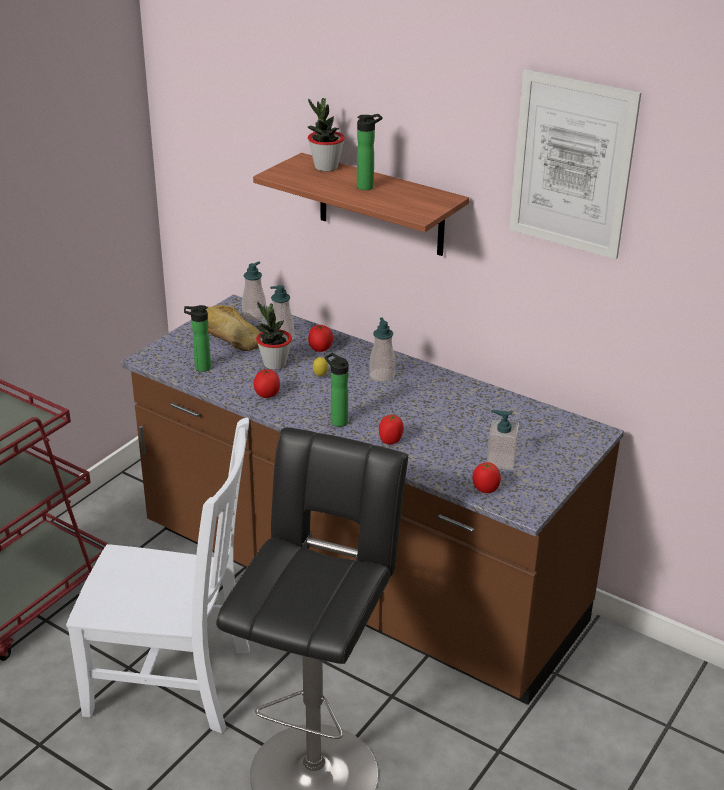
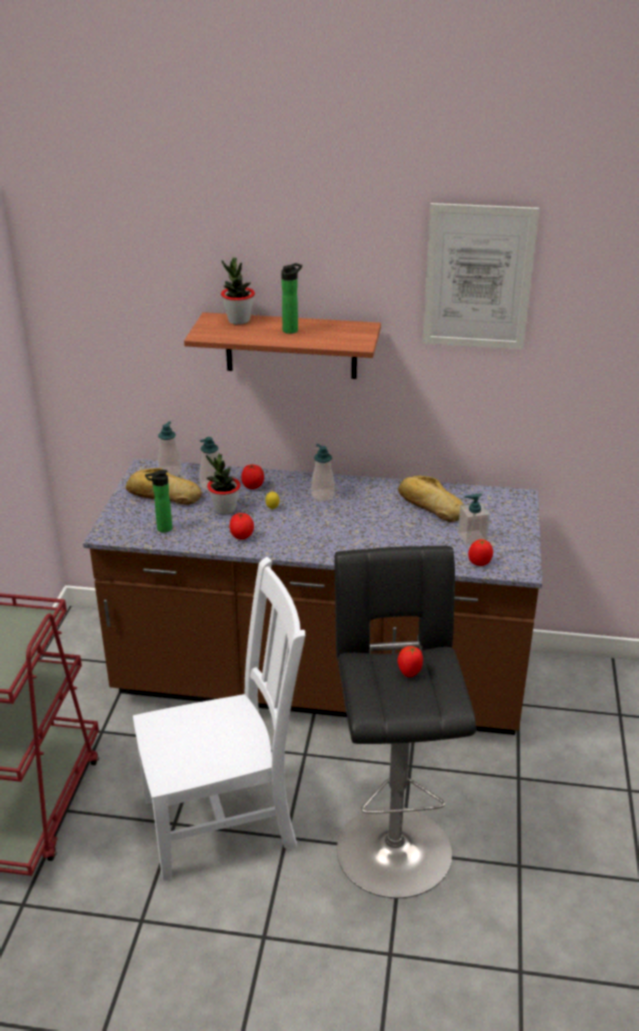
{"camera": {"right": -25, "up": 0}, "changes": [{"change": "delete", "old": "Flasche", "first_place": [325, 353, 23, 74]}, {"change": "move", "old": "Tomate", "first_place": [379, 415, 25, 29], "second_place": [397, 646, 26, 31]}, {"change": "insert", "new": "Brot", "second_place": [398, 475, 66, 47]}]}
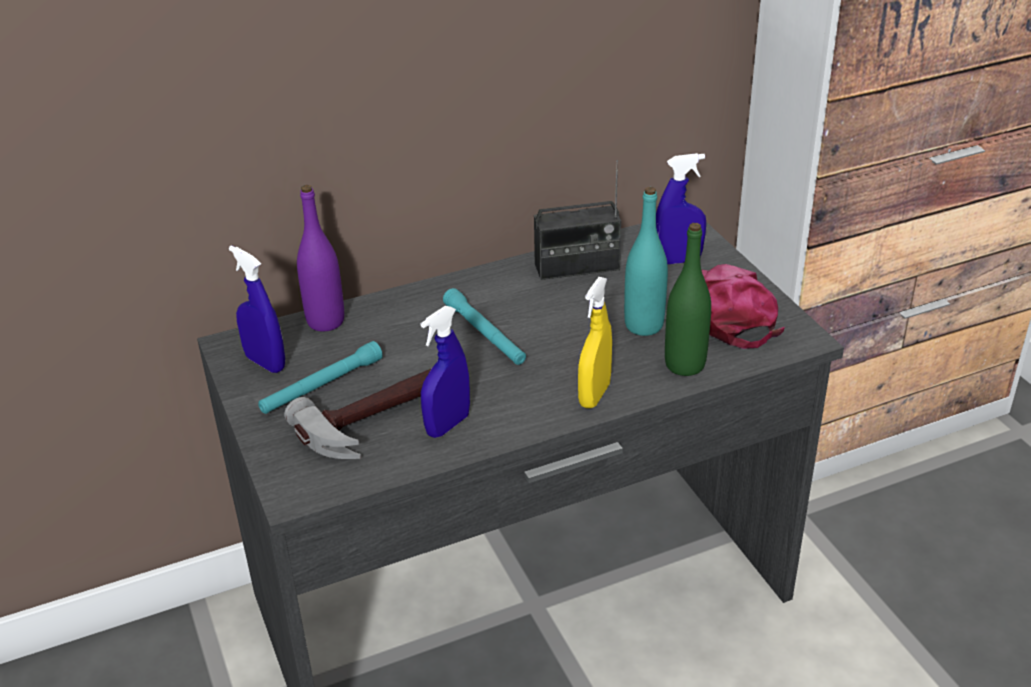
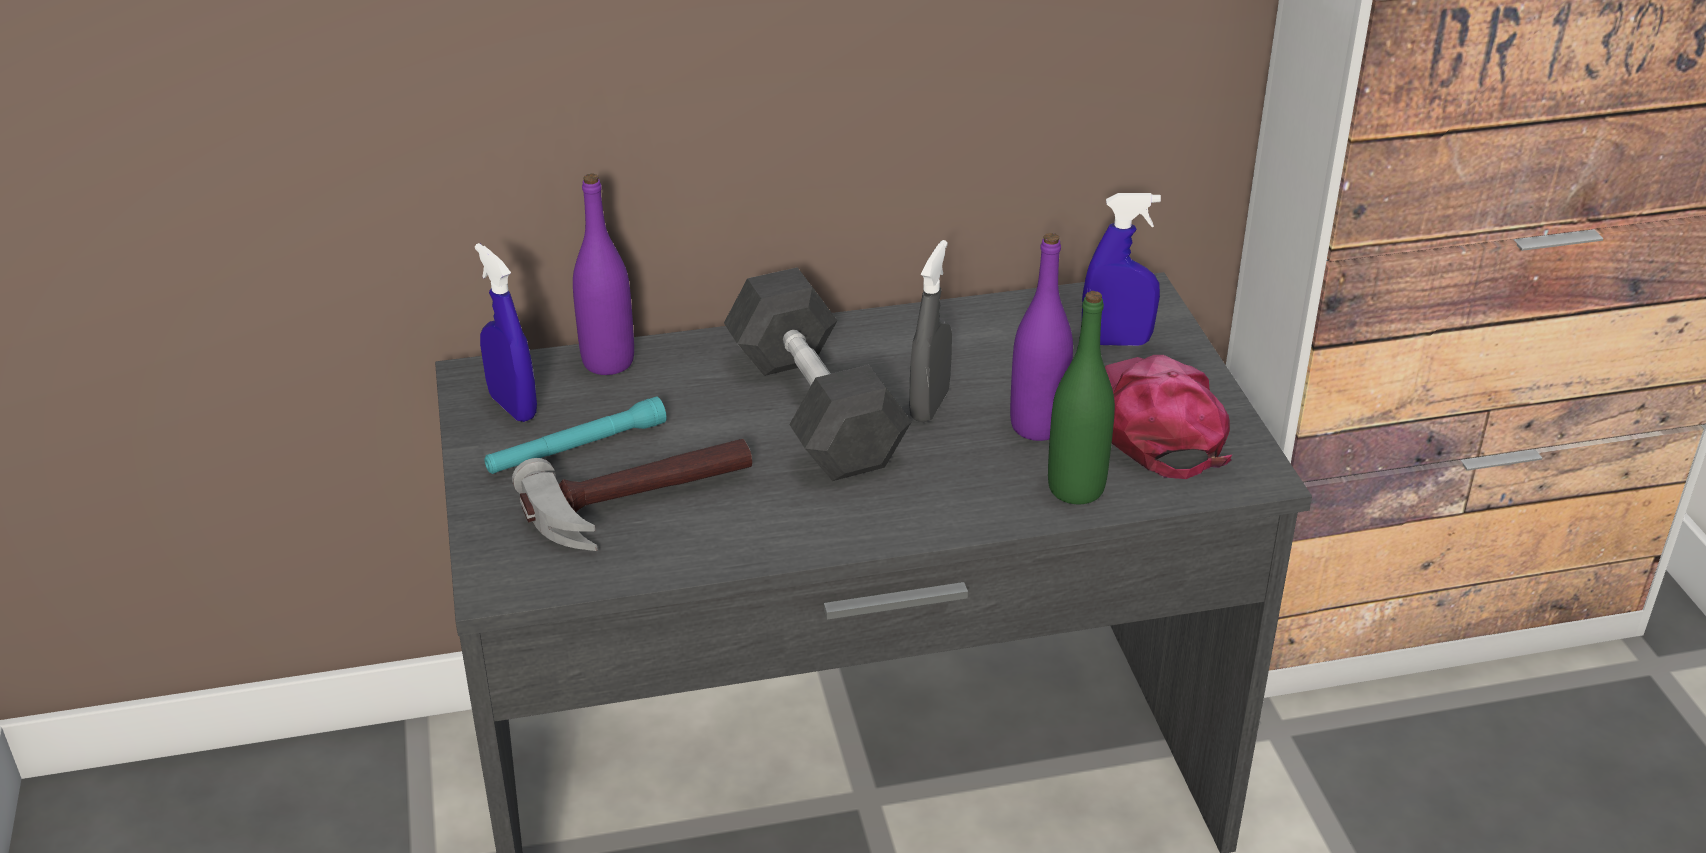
{"camera": {"right": 10, "up": 0}, "changes": [{"change": "delete", "old": "Radio", "first_place": [534, 160, 87, 120]}, {"change": "recolor", "old": "Flasche/türkis", "new": "Flasche/lila", "first_place": [624, 187, 44, 149], "second_place": [1010, 233, 63, 208]}, {"change": "delete", "old": "Sprühflasche/gelb", "first_place": [578, 277, 34, 131]}, {"change": "replace", "old": "Taschenlampe/türkis", "new": "Hantel/grau", "first_place": [443, 288, 83, 77], "second_place": [724, 267, 188, 214]}, {"change": "delete", "old": "Sprühflasche/blau", "first_place": [420, 306, 50, 132]}, {"change": "insert", "new": "Sprühflasche/grau", "second_place": [909, 240, 43, 183]}]}
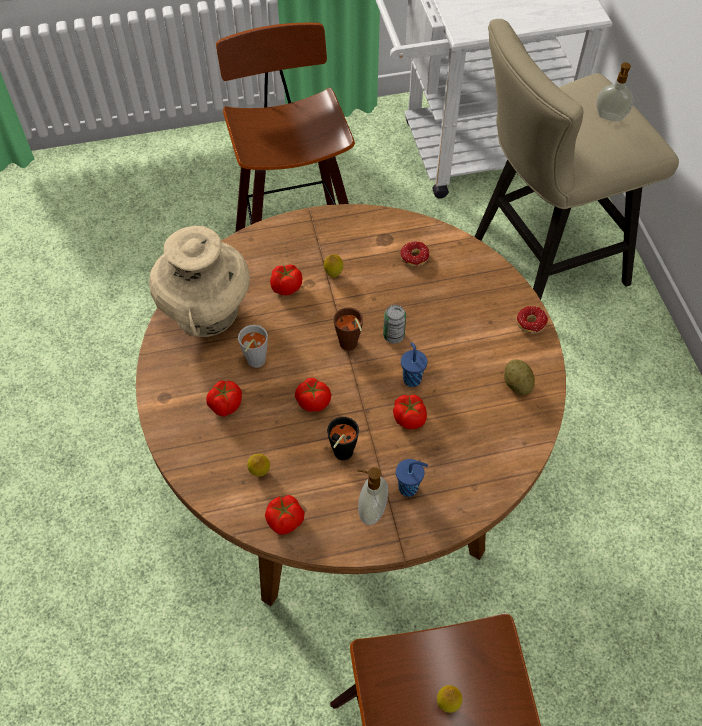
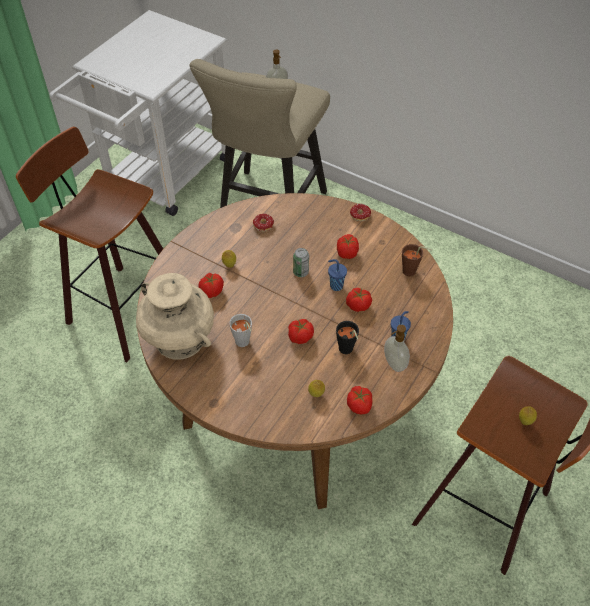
{"camera": {"right": -45, "up": -5}, "changes": [{"change": "move", "old": "Tasse/braun", "first_place": [334, 307, 29, 43], "second_place": [402, 244, 30, 32]}, {"change": "delete", "old": "Kartoffel", "first_place": [504, 360, 31, 35]}, {"change": "move", "old": "Tomate", "first_place": [206, 380, 36, 37], "second_place": [337, 234, 22, 25]}]}
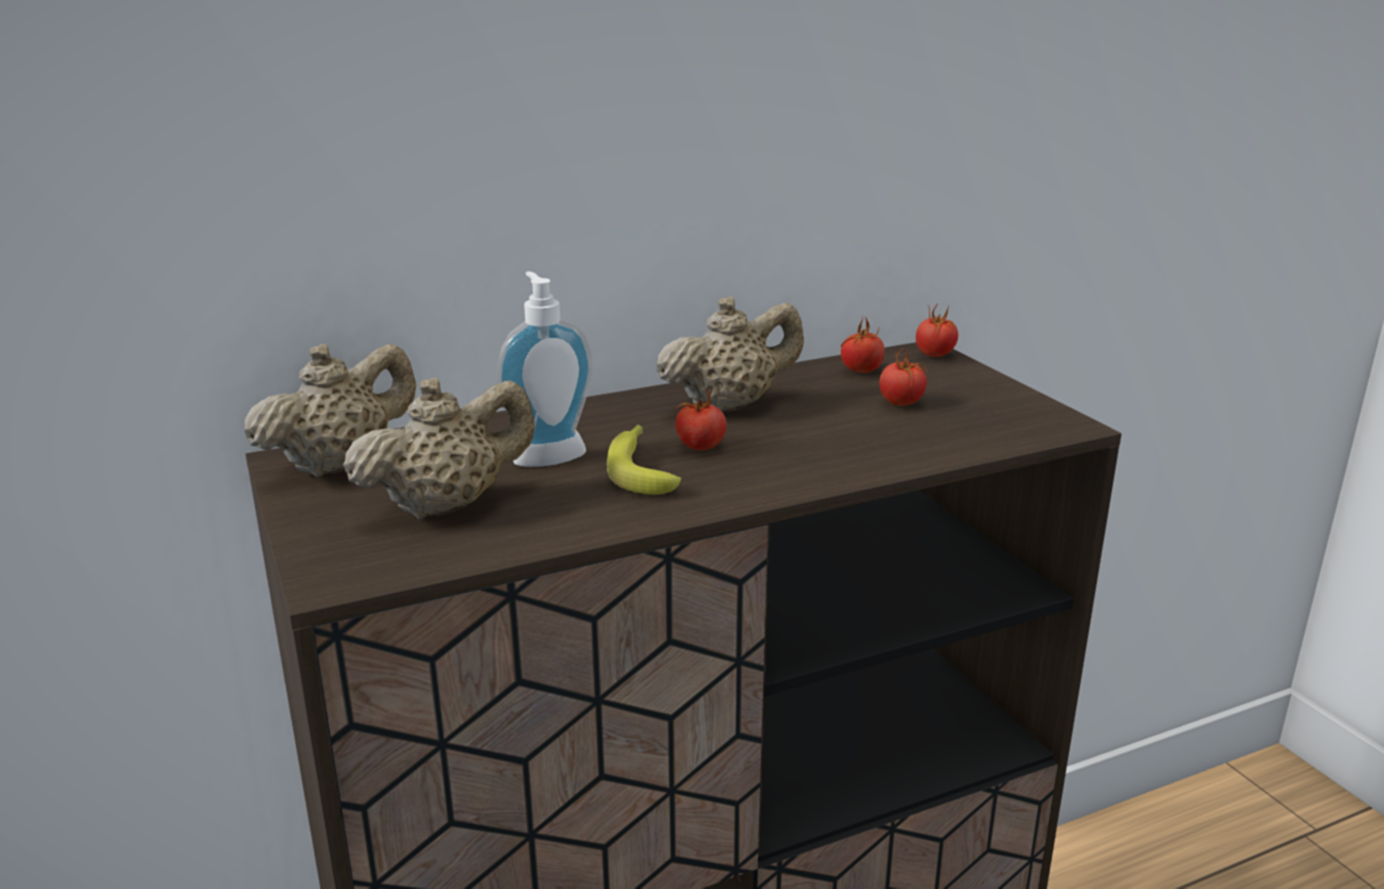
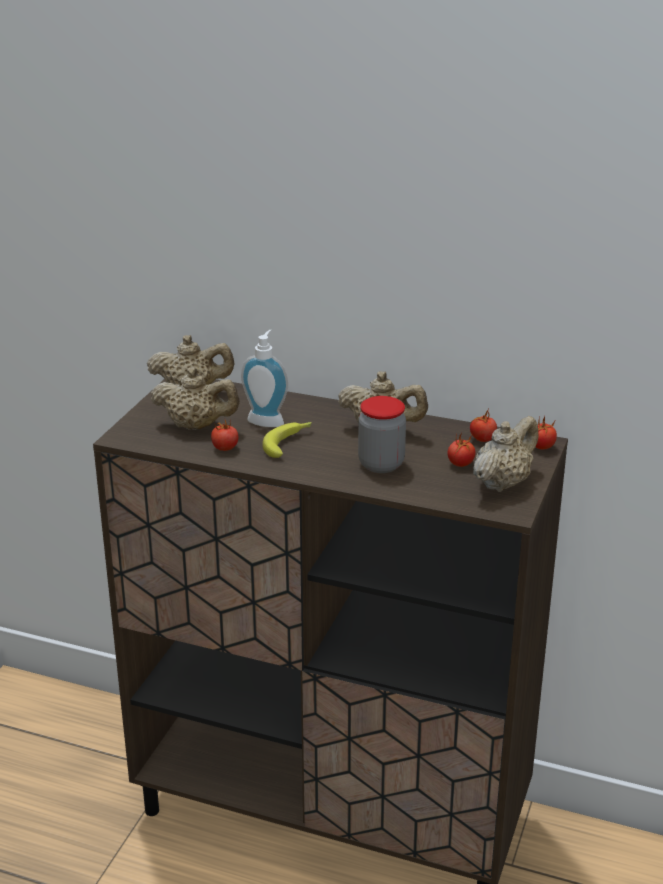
{"camera": {"right": 45, "up": 5}, "changes": [{"change": "move", "old": "Tomate", "first_place": [676, 387, 50, 63], "second_place": [211, 420, 28, 31]}, {"change": "insert", "new": "Vorratsglas", "second_place": [358, 396, 48, 77]}, {"change": "insert", "new": "Teekanne/beige", "second_place": [473, 416, 65, 76]}]}
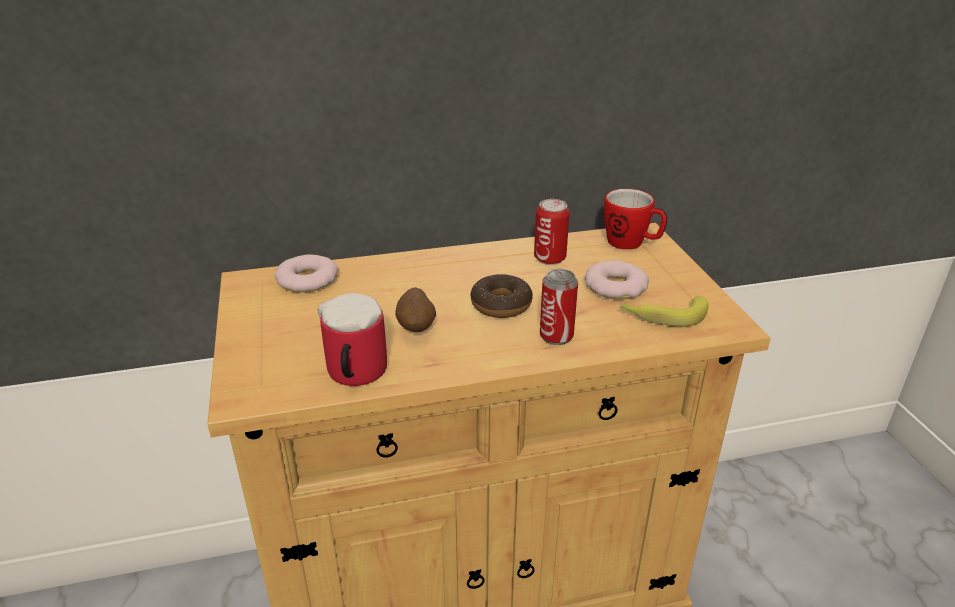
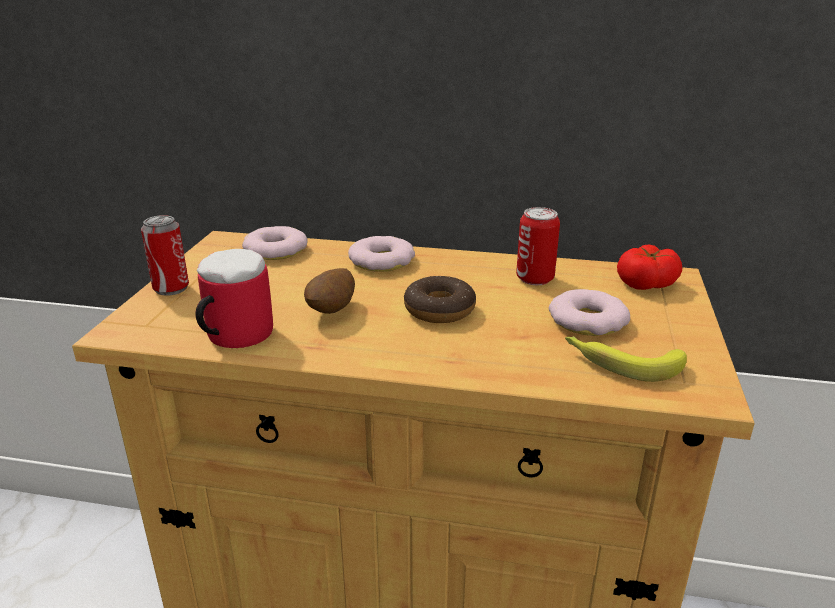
{"camera": {"right": 25, "up": -5}, "changes": [{"change": "replace", "old": "Henkelbecher", "new": "Tomate", "first_place": [604, 189, 63, 61], "second_place": [617, 244, 65, 46]}, {"change": "move", "old": "Dose", "first_place": [540, 269, 38, 76], "second_place": [141, 215, 48, 81]}, {"change": "insert", "new": "Donut", "second_place": [348, 236, 67, 36]}]}
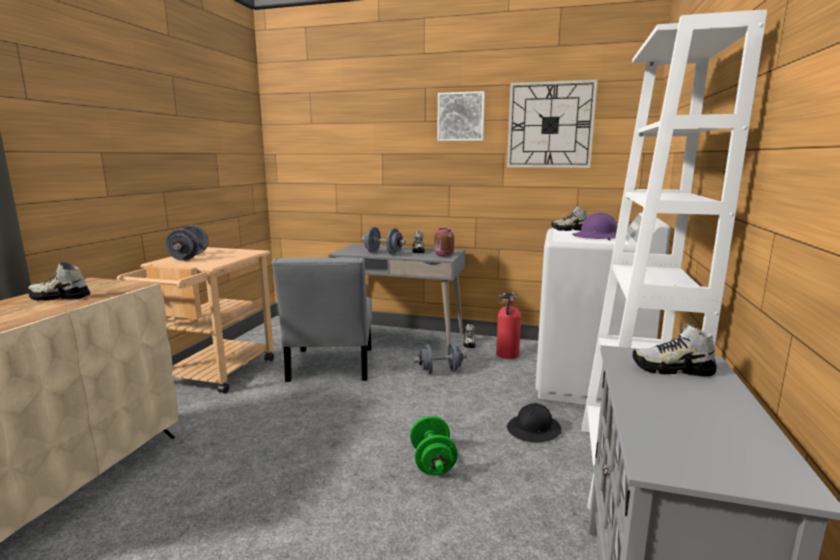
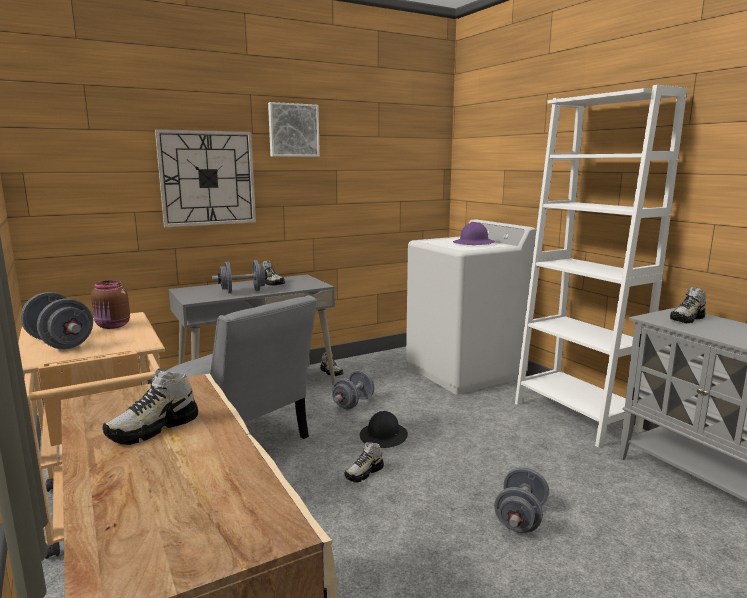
{"camera": {"right": -45, "up": 0}, "changes": [{"change": "move", "old": "Wanduhr", "first_place": [507, 79, 91, 89], "second_place": [155, 129, 101, 98]}, {"change": "move", "old": "Schuh", "first_place": [551, 206, 37, 25], "second_place": [344, 442, 40, 41]}, {"change": "move", "old": "Vorratsglas/braun", "first_place": [434, 228, 20, 29], "second_place": [91, 280, 39, 49]}, {"change": "delete", "old": "Feuerlöscher", "first_place": [496, 293, 25, 66]}, {"change": "move", "old": "Schutzhelm/schwarz", "first_place": [507, 403, 54, 39], "second_place": [360, 411, 48, 37]}, {"change": "delete", "old": "Hantel/grün", "first_place": [410, 416, 48, 59]}, {"change": "insert", "new": "Hantel/grau", "second_place": [494, 467, 55, 66]}]}
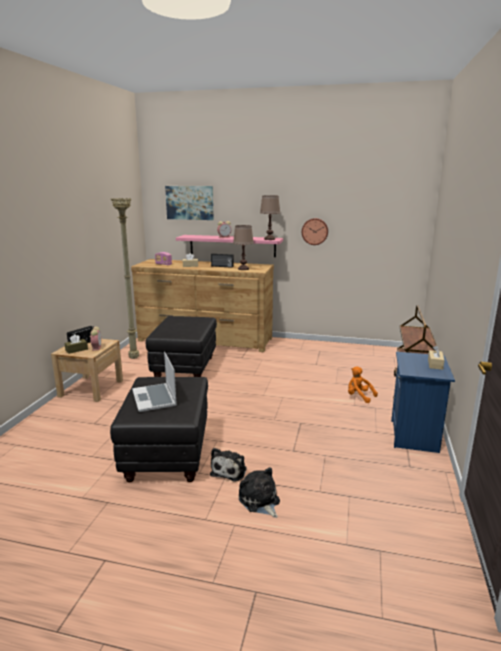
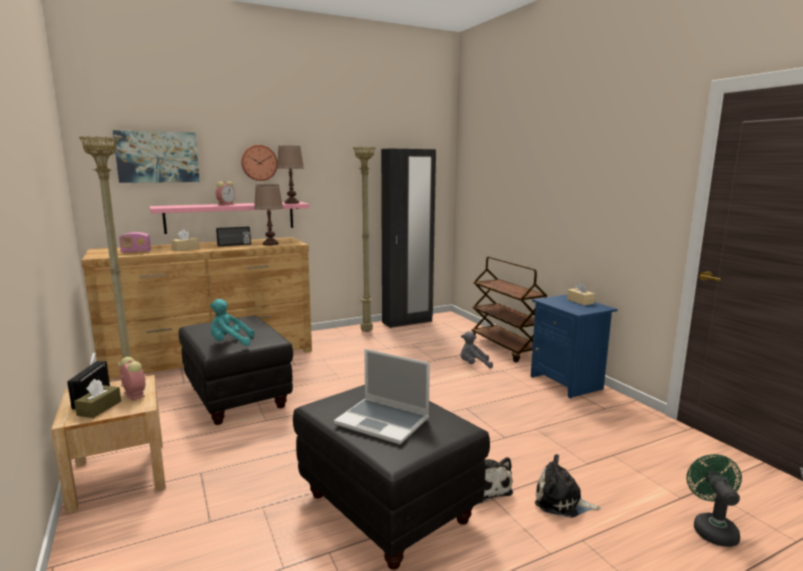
{"camera": {"right": -40, "up": -5}, "changes": [{"change": "move", "old": "Wanduhr", "first_place": [302, 218, 26, 27], "second_place": [241, 145, 36, 36]}, {"change": "recolor", "old": "Plüschtier/orange", "new": "Plüschtier/grau", "first_place": [348, 366, 30, 37], "second_place": [460, 331, 33, 38]}, {"change": "insert", "new": "Stehlampe/beige", "second_place": [353, 147, 23, 185]}, {"change": "insert", "new": "Kleiderschrank/schwarz", "second_place": [381, 149, 55, 179]}, {"change": "insert", "new": "Plüschtier/türkis", "second_place": [210, 299, 44, 47]}, {"change": "insert", "new": "Ventilator/grün", "second_place": [686, 454, 56, 93]}]}
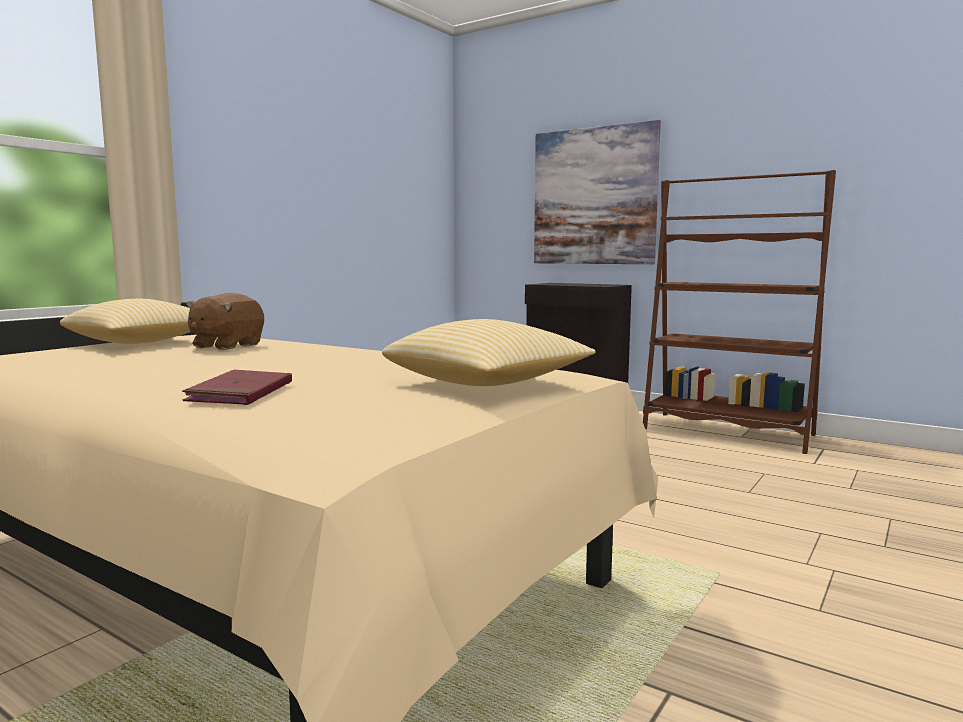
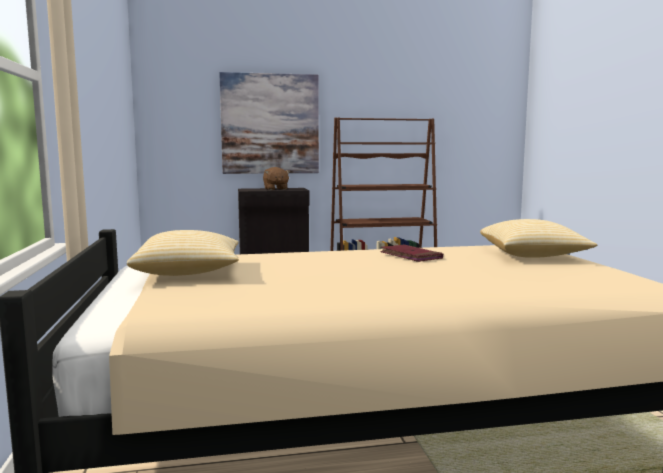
{"camera": {"right": -45, "up": 0}, "changes": [{"change": "move", "old": "Plüschtier/braun", "first_place": [186, 293, 78, 57], "second_place": [263, 167, 27, 23]}, {"change": "move", "old": "Buch/rot", "first_place": [182, 370, 110, 35], "second_place": [380, 244, 63, 18]}]}
